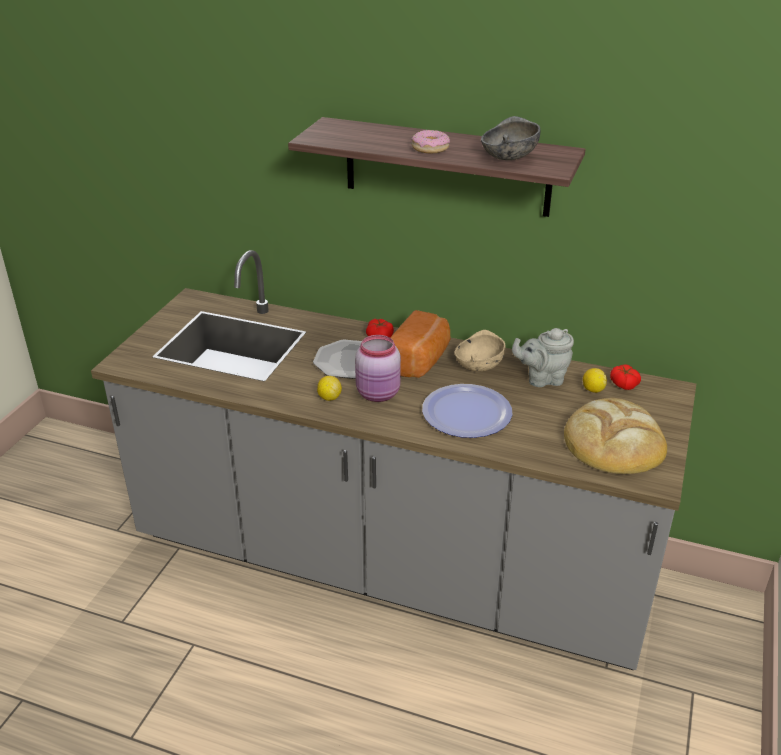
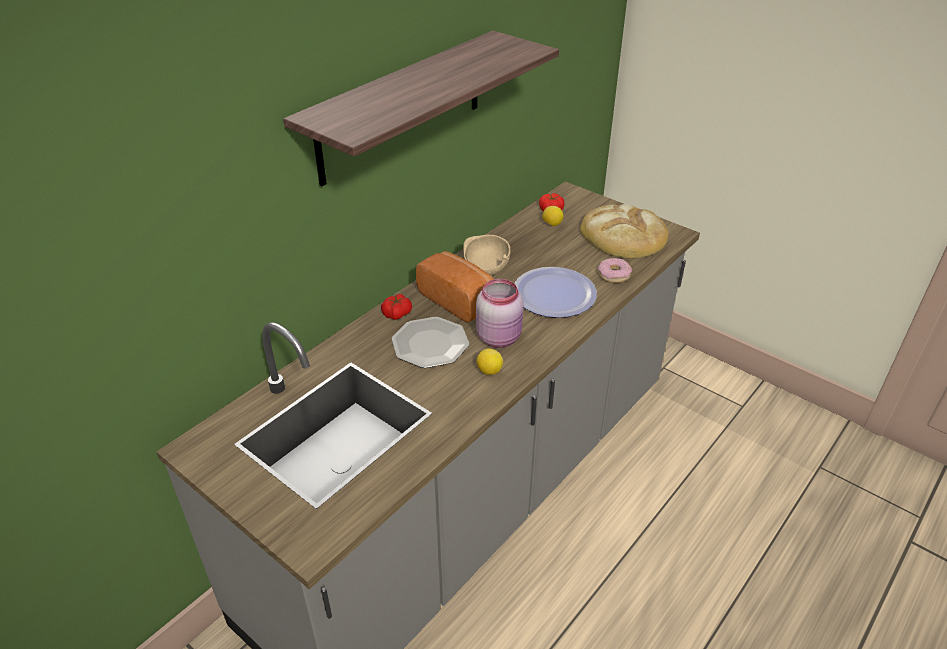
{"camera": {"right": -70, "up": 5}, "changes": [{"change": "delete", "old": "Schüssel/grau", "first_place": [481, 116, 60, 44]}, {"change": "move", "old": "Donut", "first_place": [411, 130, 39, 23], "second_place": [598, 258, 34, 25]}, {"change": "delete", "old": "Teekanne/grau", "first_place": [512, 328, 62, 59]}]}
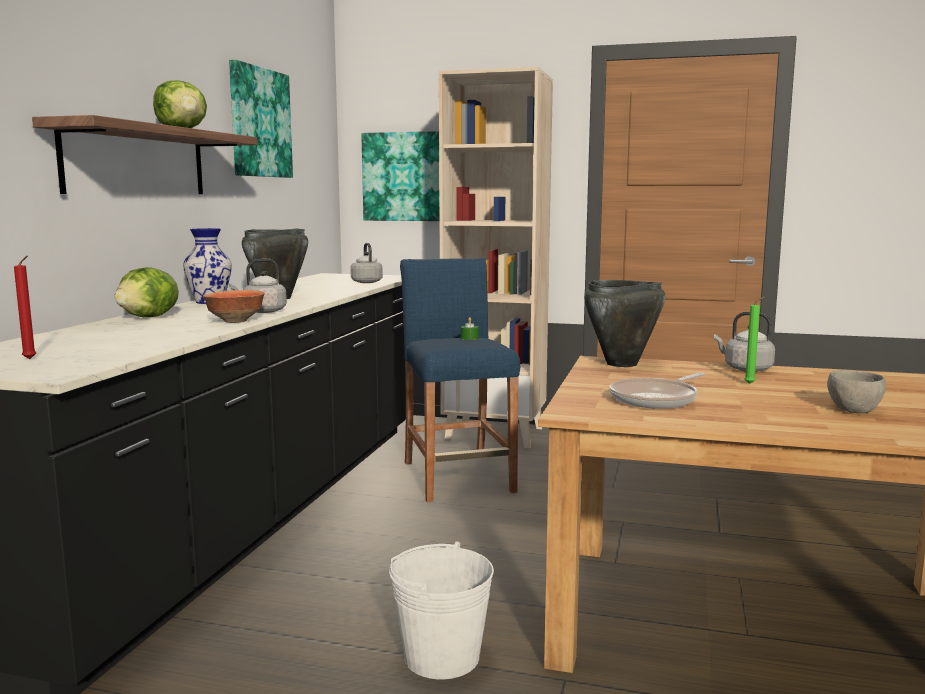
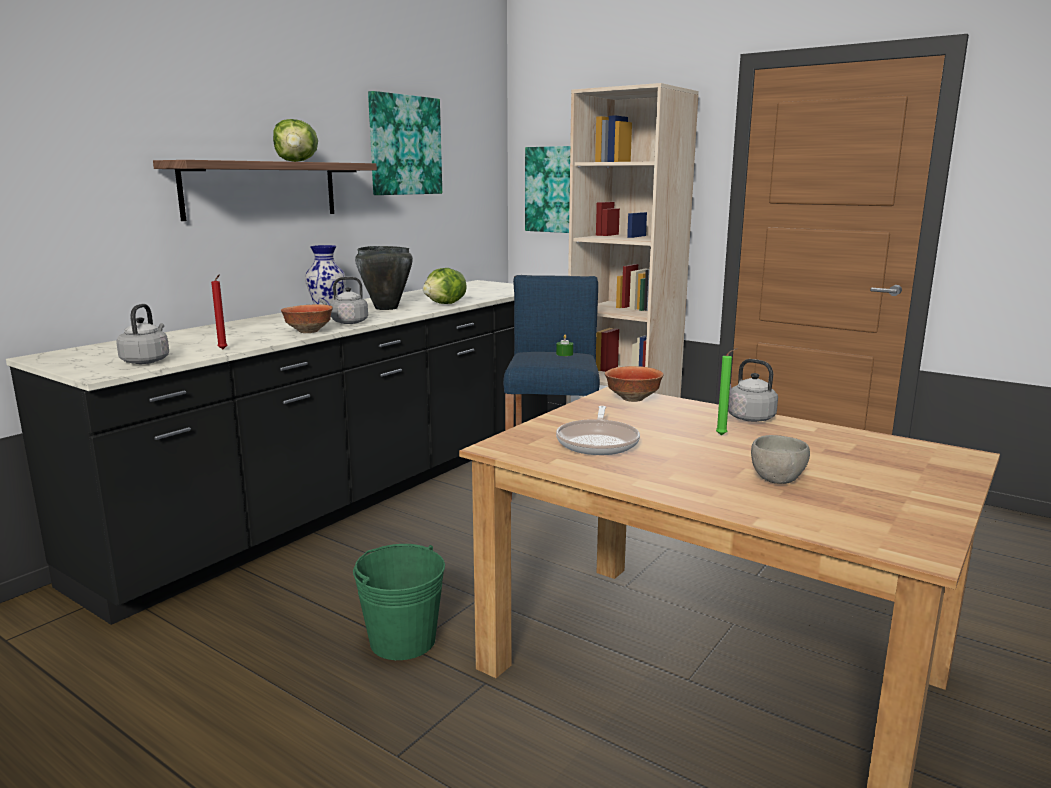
{"camera": {"right": 20, "up": 5}, "changes": [{"change": "move", "old": "Wasserkessel/grau", "first_place": [351, 243, 32, 40], "second_place": [116, 304, 53, 60]}, {"change": "move", "old": "Kerze/rot", "first_place": [14, 255, 22, 104], "second_place": [211, 274, 16, 75]}, {"change": "move", "old": "Salatkopf", "first_place": [115, 267, 64, 50], "second_place": [423, 268, 44, 36]}, {"change": "replace", "old": "Kochtopf/schwarz", "new": "Schüssel", "first_place": [584, 280, 81, 87], "second_place": [605, 366, 59, 36]}, {"change": "rotate", "old": "Pfanne", "first_place": [609, 373, 96, 36], "second_place": [556, 406, 84, 49], "degrees": -60}, {"change": "recolor", "old": "Eimer/weiß", "new": "Eimer/grün", "first_place": [389, 542, 105, 137], "second_place": [353, 544, 92, 116]}]}
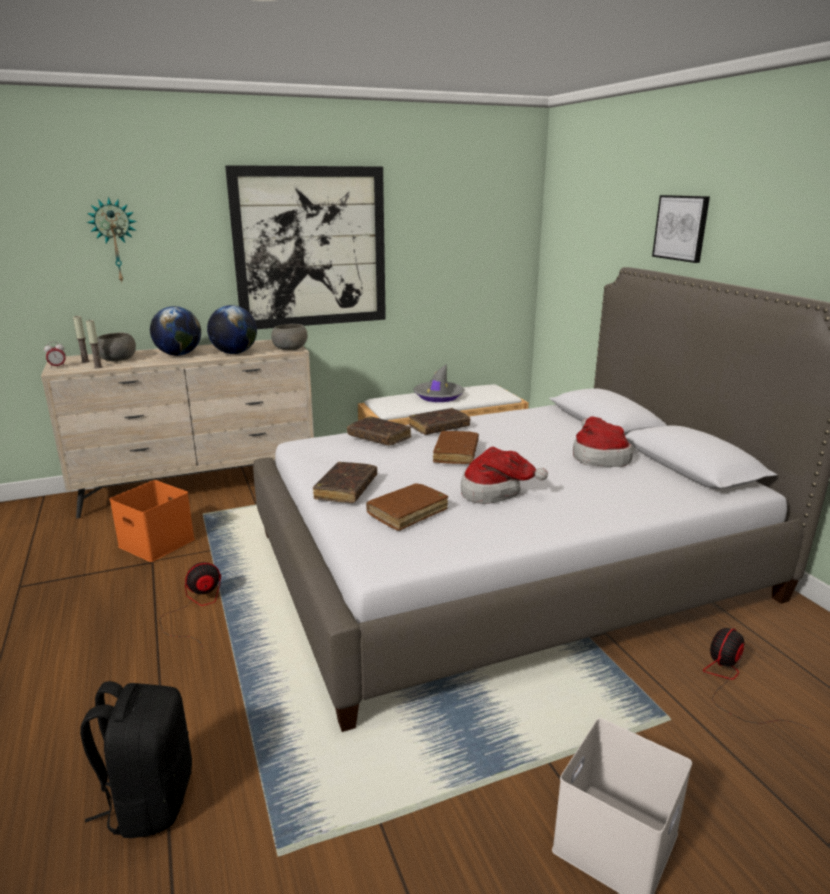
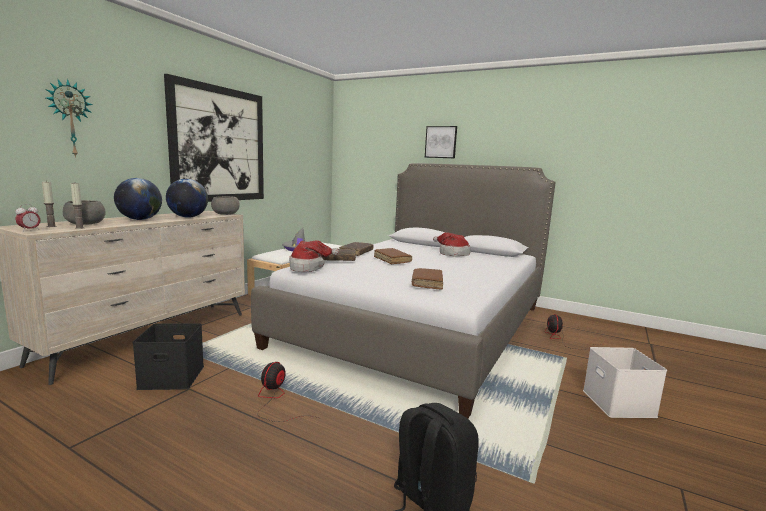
{"camera": {"right": -40, "up": -10}, "changes": [{"change": "move", "old": "Hut", "first_place": [461, 447, 87, 57], "second_place": [289, 240, 50, 32]}, {"change": "delete", "old": "Buch/braun", "first_place": [313, 462, 64, 41]}, {"change": "recolor", "old": "Aufbewahrungsbox/orange", "new": "Aufbewahrungsbox/schwarz", "first_place": [110, 480, 85, 82], "second_place": [133, 323, 71, 67]}]}
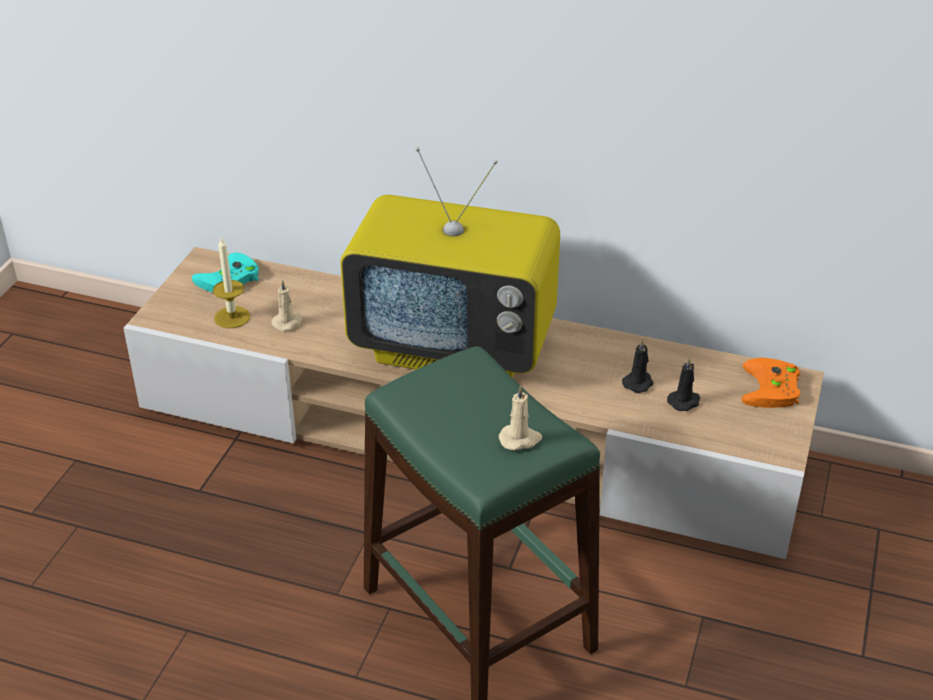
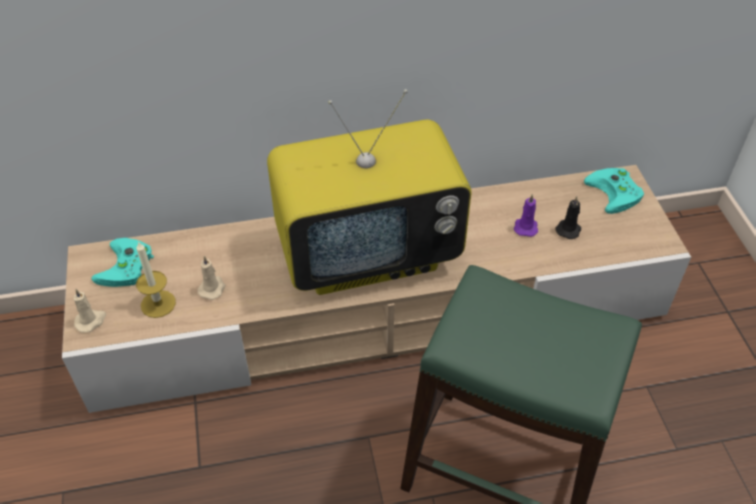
{"camera": {"right": -30, "up": 10}, "changes": [{"change": "recolor", "old": "Kerze/schwarz", "new": "Kerze/lila", "first_place": [622, 339, 32, 54], "second_place": [514, 194, 24, 43]}, {"change": "recolor", "old": "Gamepad/orange", "new": "Gamepad/türkis", "first_place": [741, 358, 59, 50], "second_place": [584, 168, 60, 46]}, {"change": "move", "old": "Kerze/beige", "first_place": [499, 385, 43, 66], "second_place": [73, 289, 33, 44]}]}
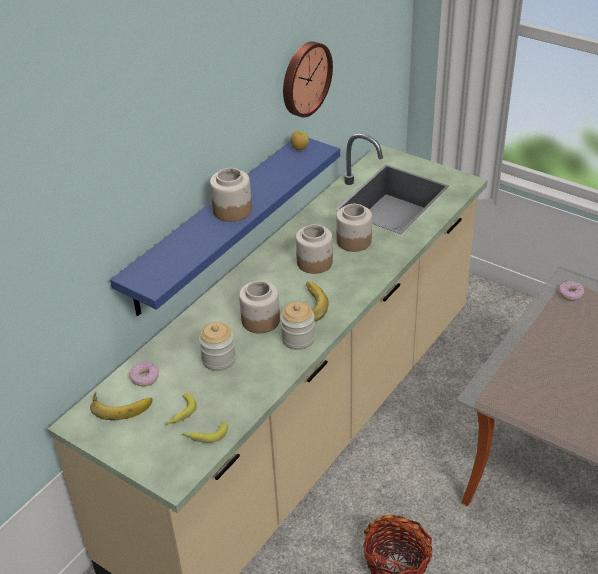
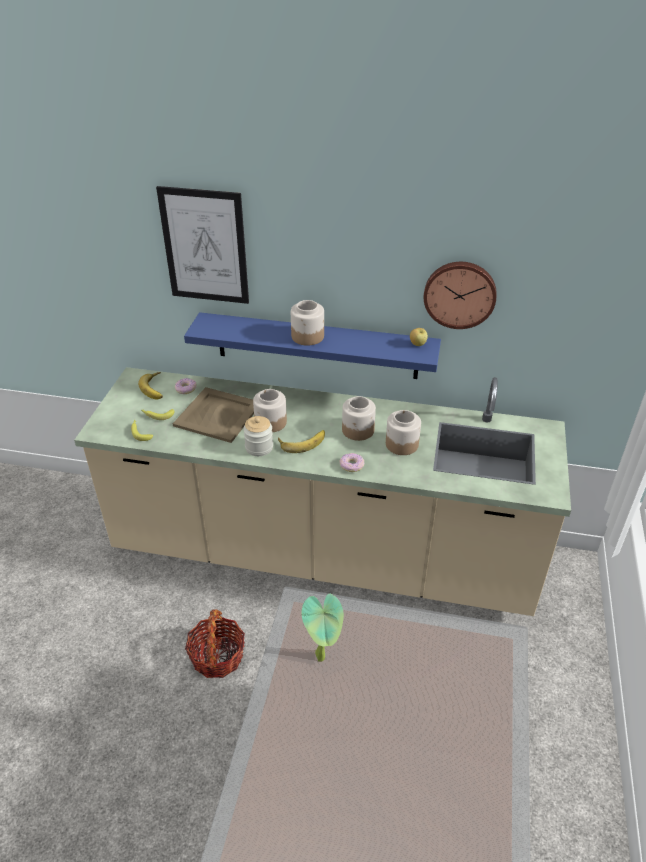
{"camera": {"right": 65, "up": 0}, "changes": [{"change": "move", "old": "Donut", "first_place": [559, 281, 25, 19], "second_place": [340, 453, 24, 19]}, {"change": "replace", "old": "Vorratsglas", "new": "Tablett/beige", "first_place": [199, 322, 37, 49], "second_place": [173, 387, 81, 56]}, {"change": "insert", "new": "Bild", "second_place": [156, 186, 93, 118]}, {"change": "insert", "new": "Topfpflanze", "second_place": [301, 593, 43, 69]}]}
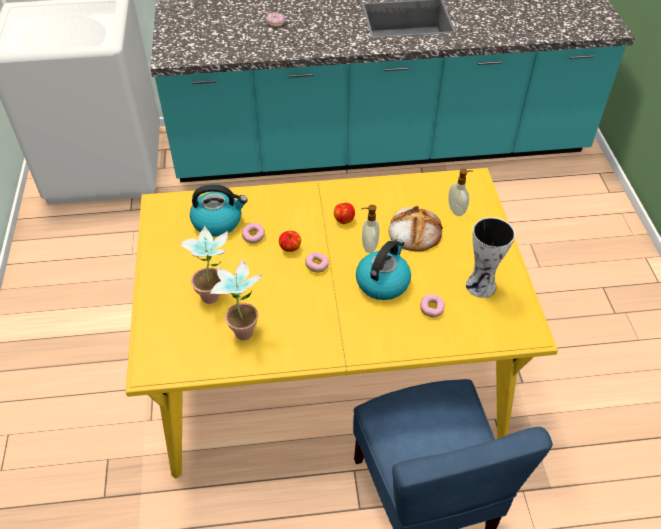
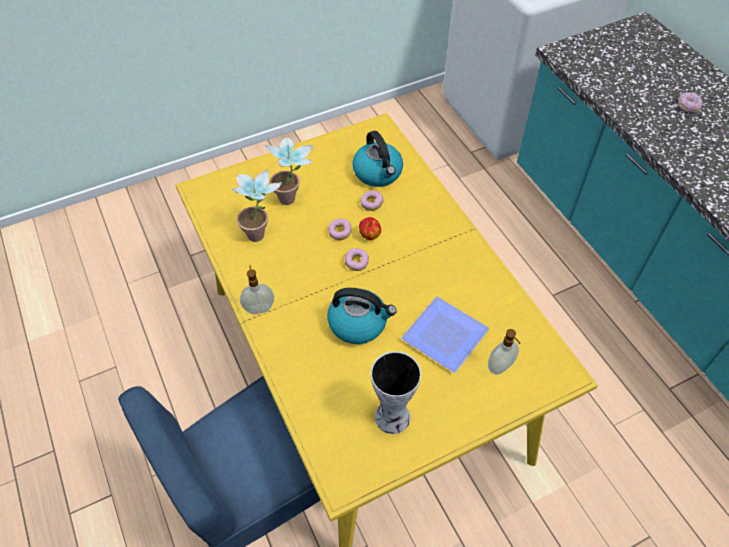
{"camera": {"right": 70, "up": 5}, "changes": [{"change": "delete", "old": "Apfel", "first_place": [334, 203, 21, 21]}, {"change": "move", "old": "Seifenspender", "first_place": [361, 205, 19, 48], "second_place": [240, 265, 34, 49]}, {"change": "replace", "old": "Brot", "new": "Teller", "first_place": [389, 206, 54, 45], "second_place": [401, 297, 88, 76]}, {"change": "move", "old": "Donut", "first_place": [420, 294, 24, 23], "second_place": [328, 219, 24, 21]}]}
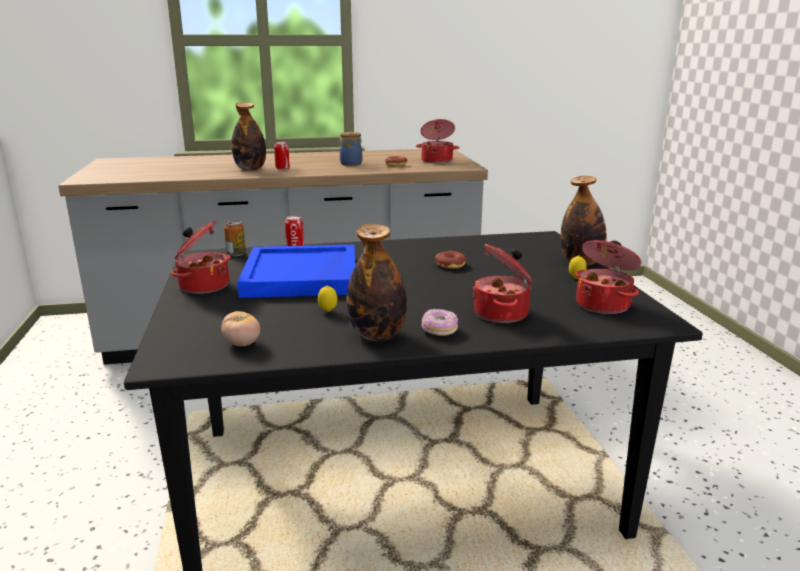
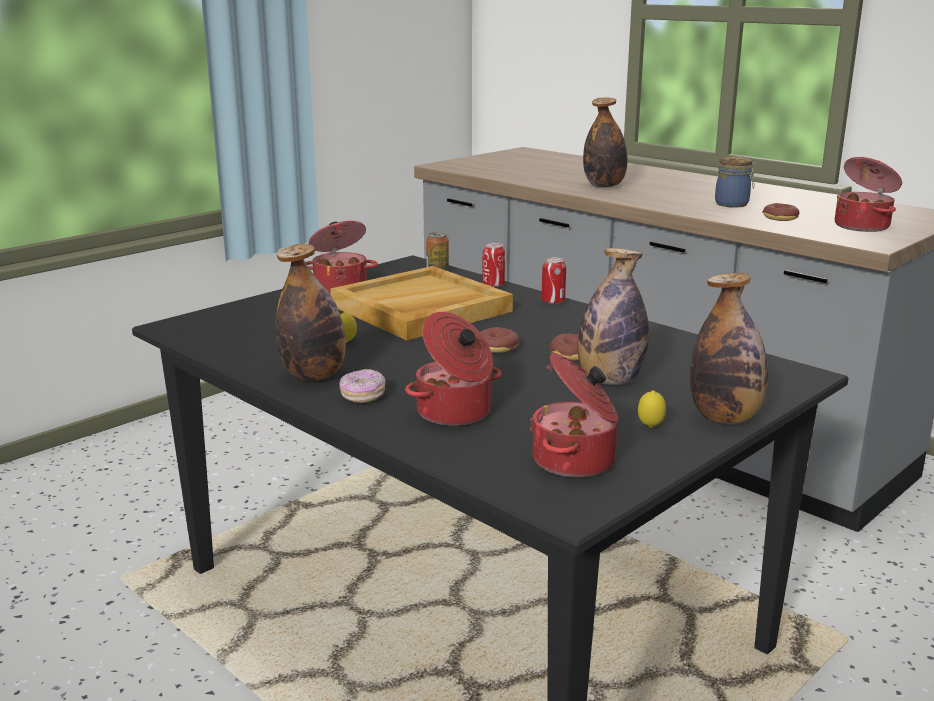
{"camera": {"right": 55, "up": 0}, "changes": [{"change": "move", "old": "Dose", "first_place": [274, 142, 16, 28], "second_place": [541, 257, 25, 47]}, {"change": "recolor", "old": "Tablett/blau", "new": "Tablett/beige", "first_place": [237, 245, 118, 53], "second_place": [330, 266, 183, 74]}, {"change": "delete", "old": "Tomate", "first_place": [221, 311, 39, 35]}, {"change": "insert", "new": "Flasche", "second_place": [578, 248, 71, 137]}, {"change": "insert", "new": "Donut", "second_place": [480, 327, 39, 26]}]}
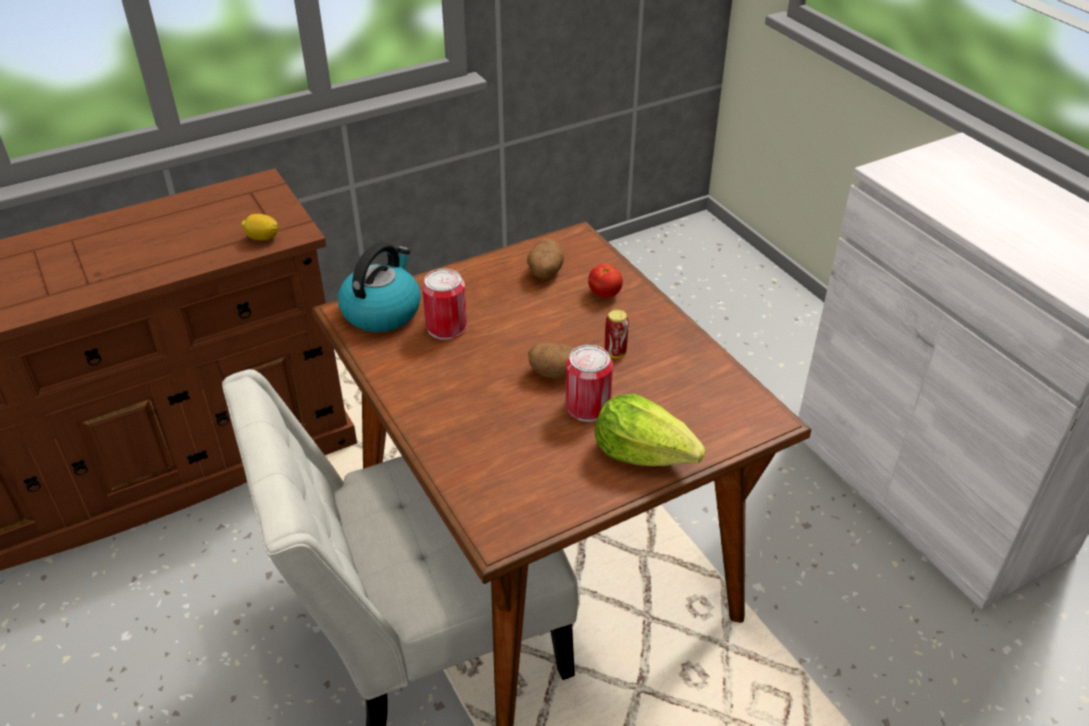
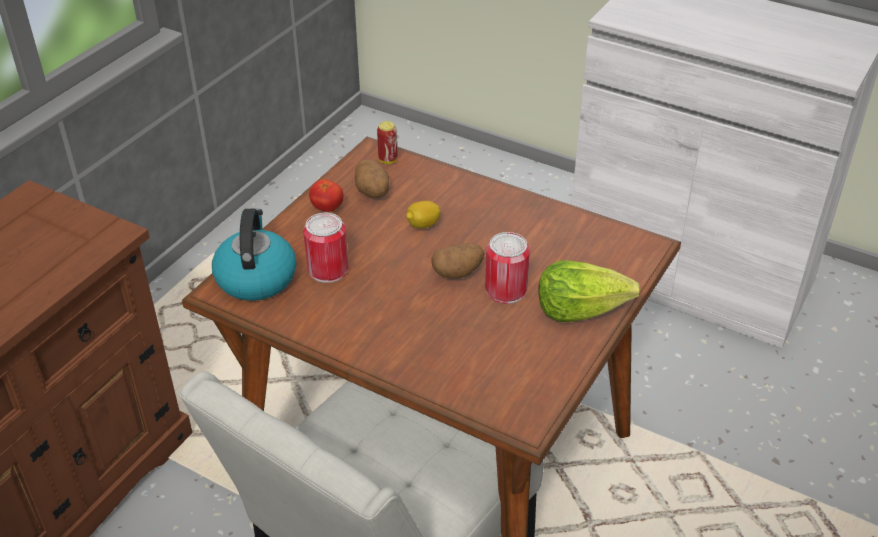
{"camera": {"right": -30, "up": 0}, "changes": [{"change": "move", "old": "Zitrone", "first_place": [241, 214, 38, 27], "second_place": [406, 201, 35, 27]}, {"change": "move", "old": "Tomate", "first_place": [588, 264, 35, 34], "second_place": [309, 179, 35, 33]}, {"change": "move", "old": "Dose", "first_place": [605, 309, 24, 49], "second_place": [377, 121, 21, 43]}]}
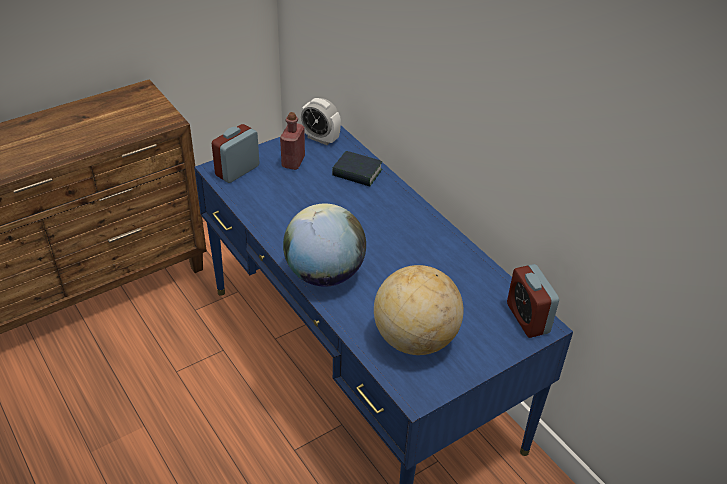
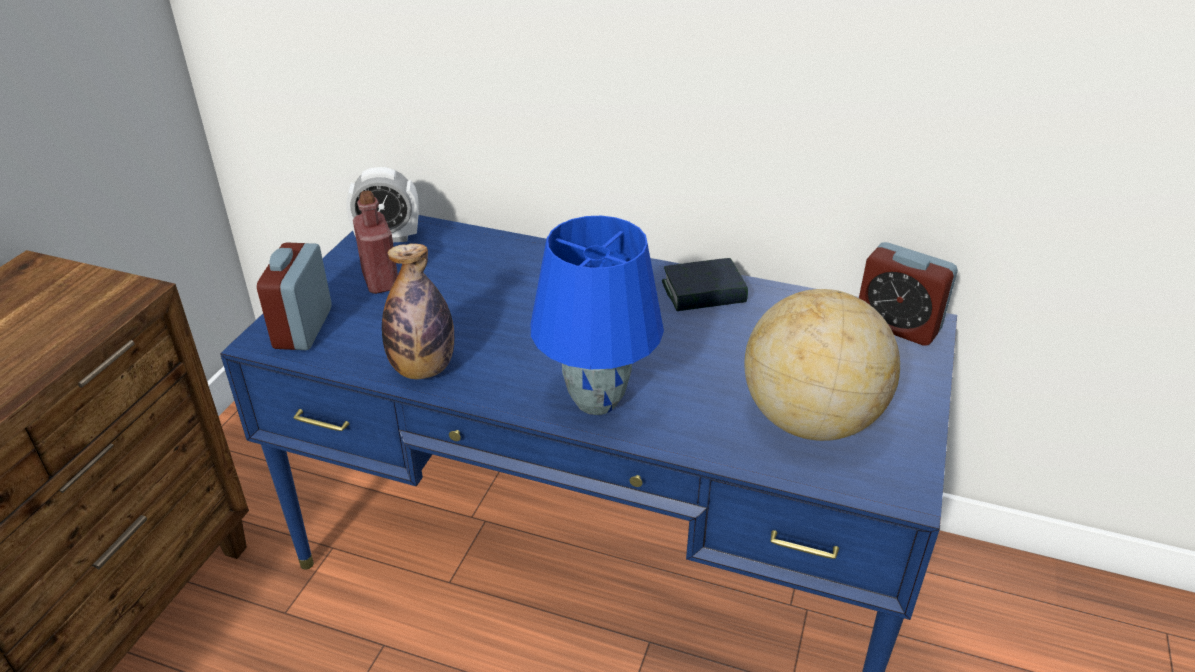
{"camera": {"right": -35, "up": -5}, "changes": [{"change": "move", "old": "Buch", "first_place": [332, 151, 51, 35], "second_place": [662, 258, 86, 53]}, {"change": "replace", "old": "Globus", "new": "Tischlampe/blau", "first_place": [283, 204, 83, 83], "second_place": [531, 216, 133, 199]}, {"change": "insert", "new": "Flasche", "second_place": [382, 244, 72, 135]}]}
